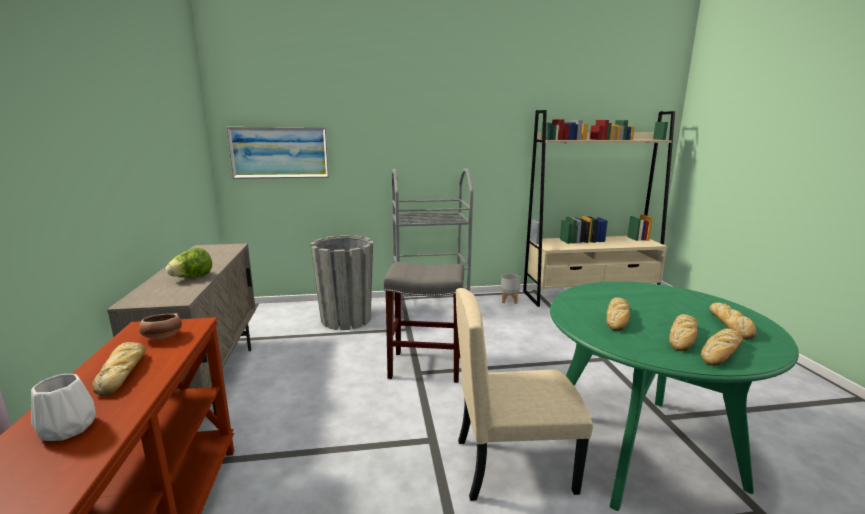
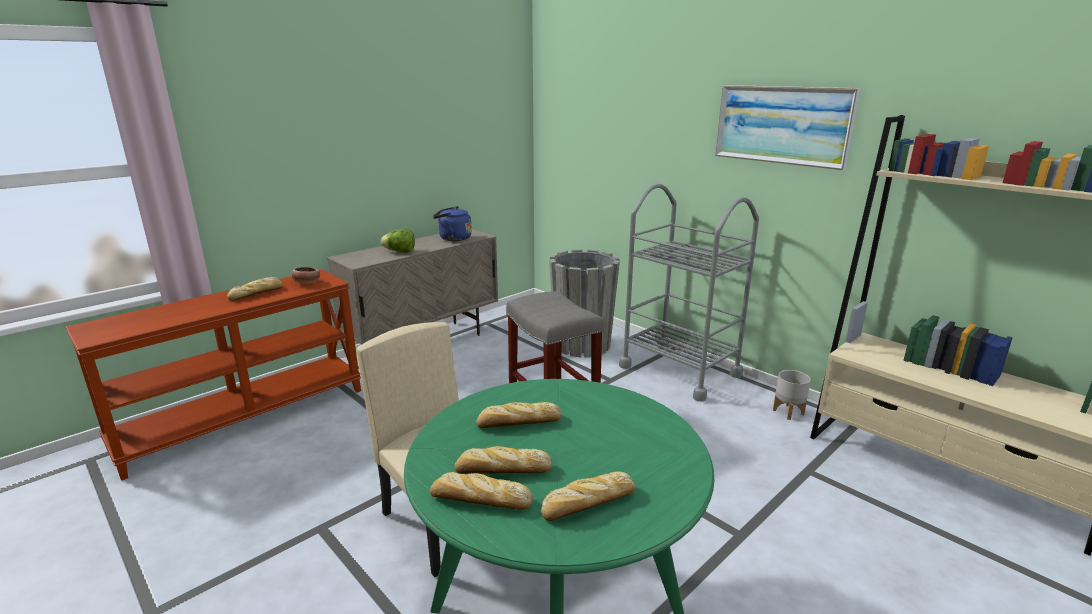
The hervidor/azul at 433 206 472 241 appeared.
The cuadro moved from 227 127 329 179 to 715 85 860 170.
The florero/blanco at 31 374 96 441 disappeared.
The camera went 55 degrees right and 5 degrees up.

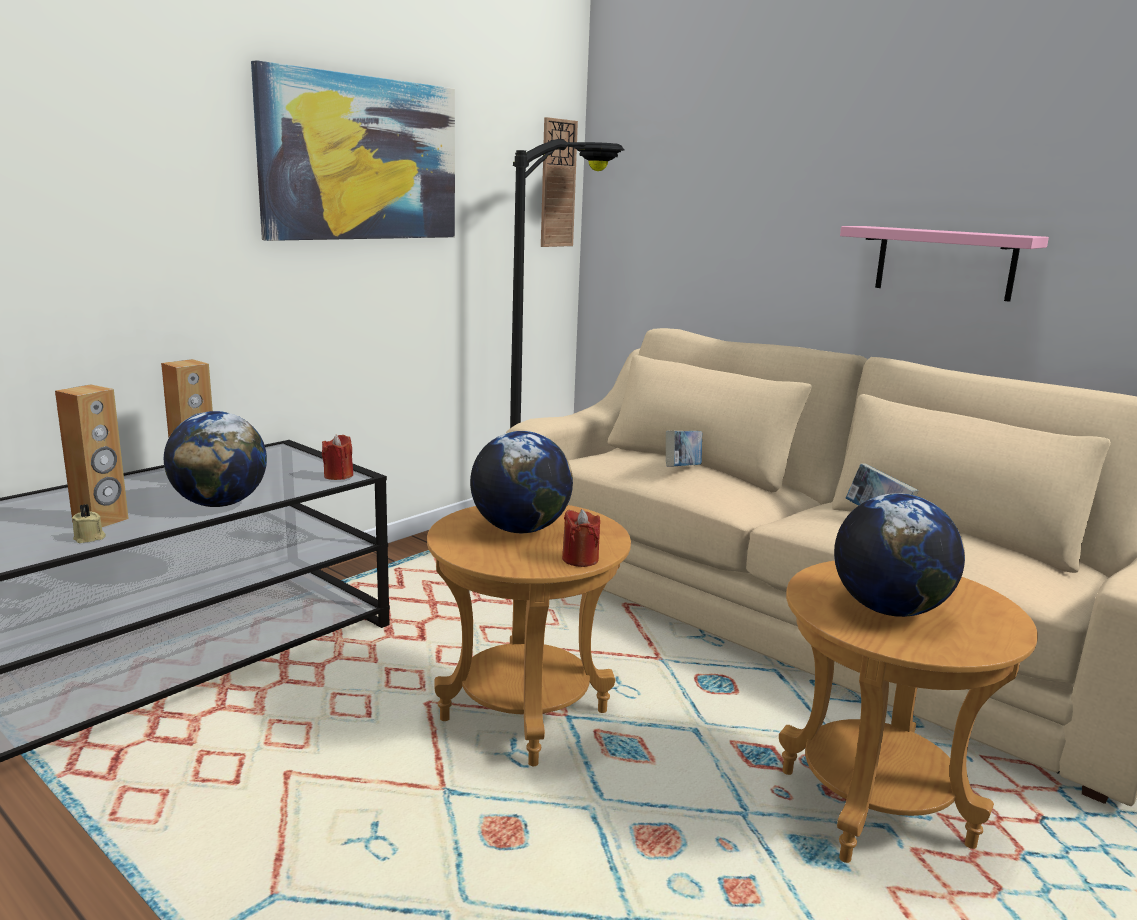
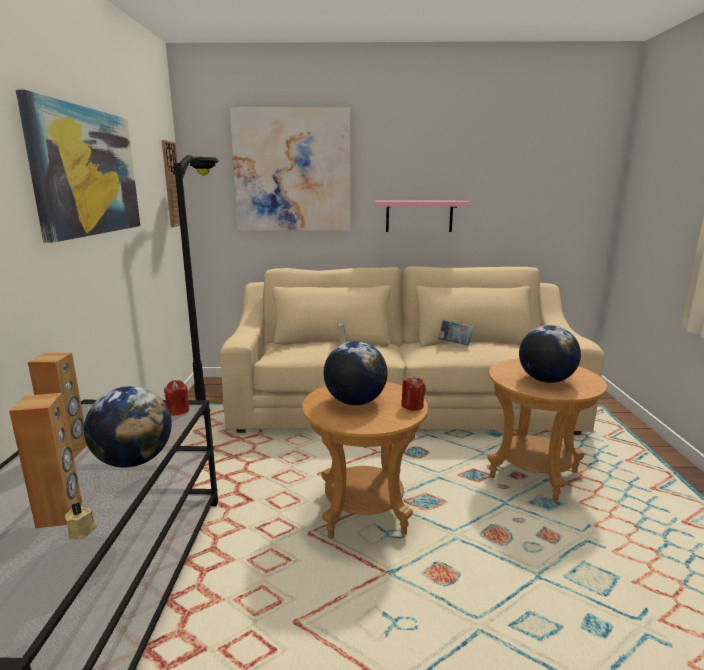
The cuadro at 230 107 350 231 appeared.
The camera went 40 degrees left and 0 degrees up.

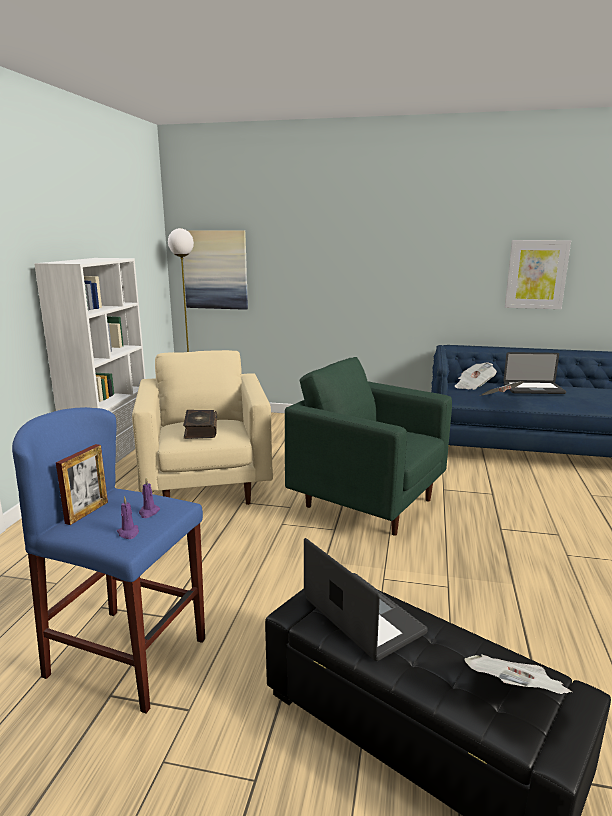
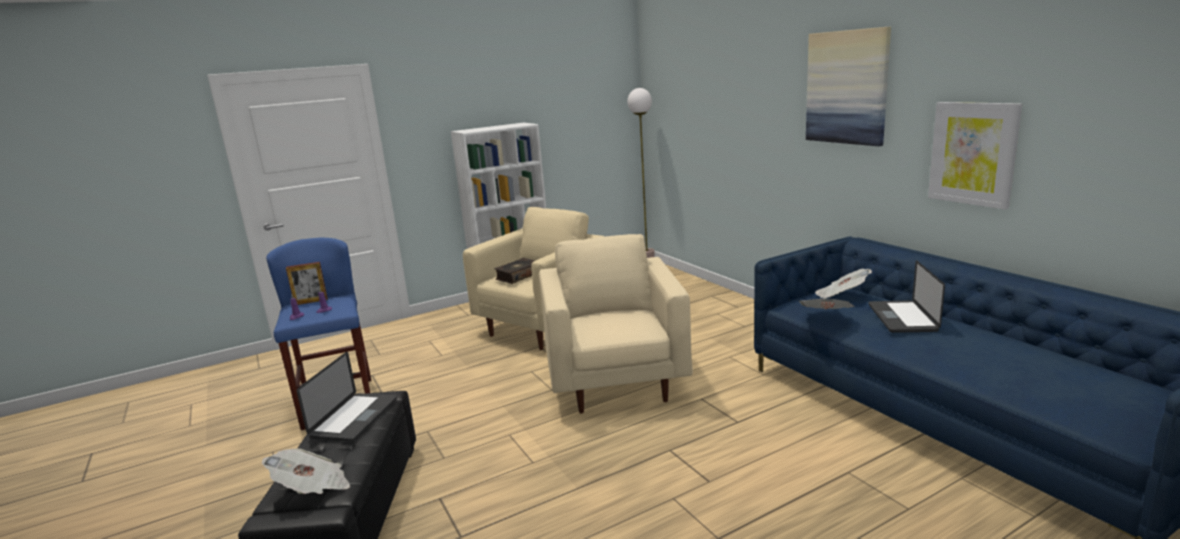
The sillón/verde at 285 357 452 536 became the sillón/beis at 539 234 693 413.
The cuadro moved from 183 230 248 310 to 806 27 891 146.
The portátil at 503 352 566 394 turned 45 degrees clockwise.
The camera went 50 degrees right and 0 degrees up.

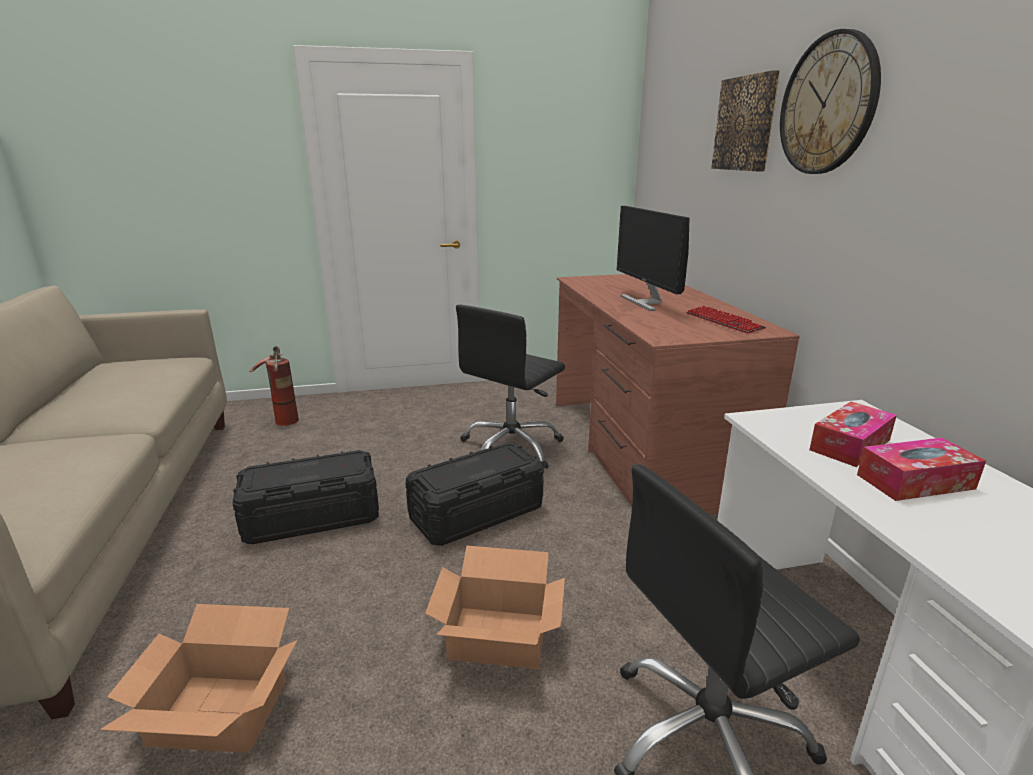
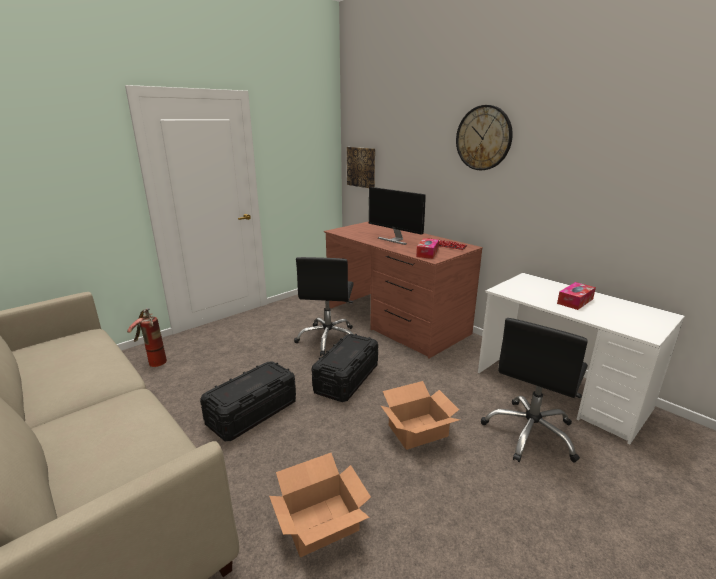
The cuadro moved from 711 70 780 171 to 347 147 375 188.
The caja de pañuelos moved from 809 402 897 467 to 416 238 439 259.
The camera went 30 degrees left and 0 degrees up.

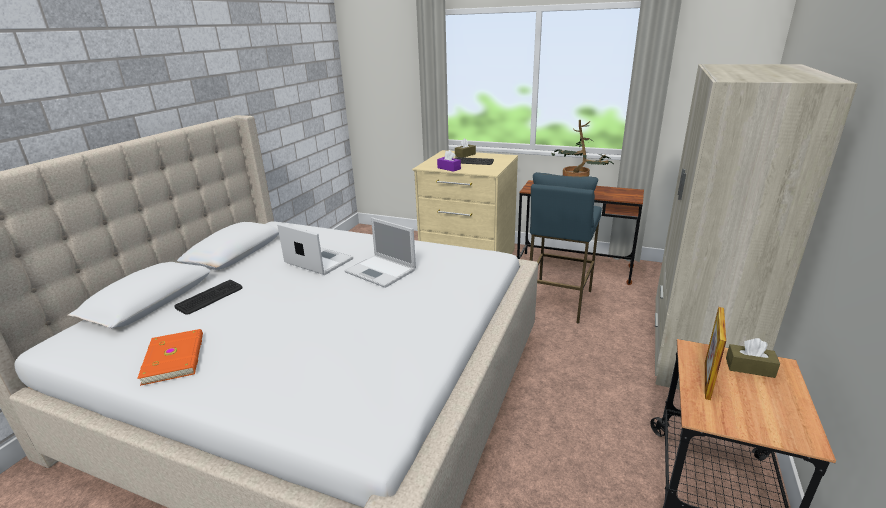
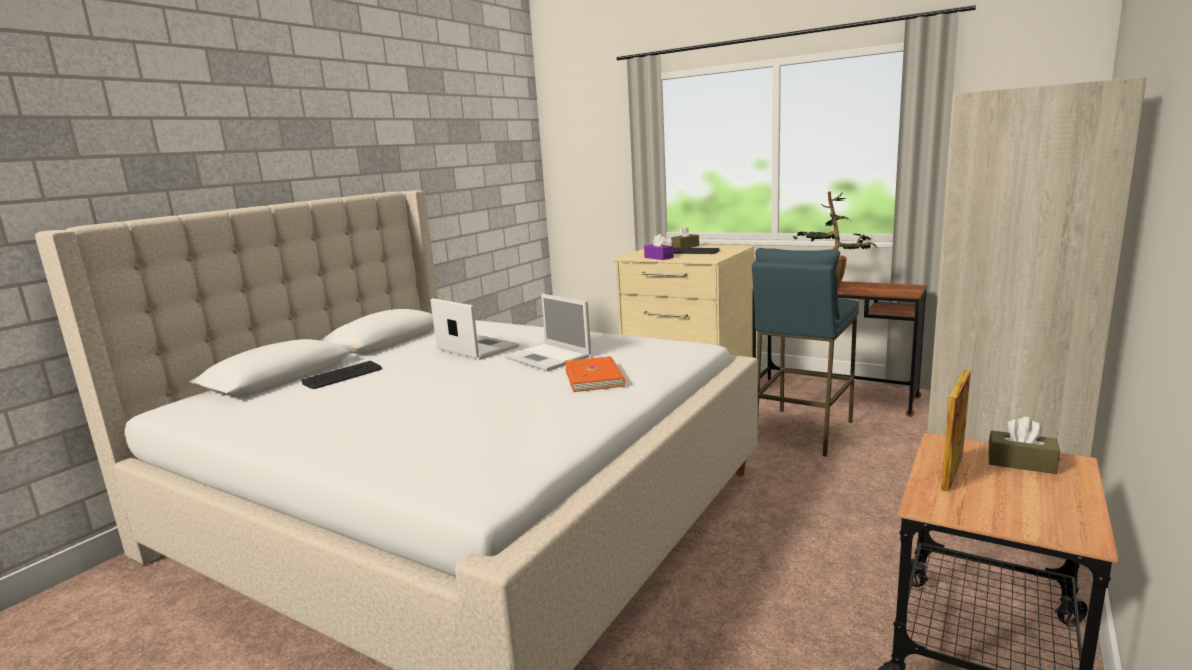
The libro/naranja moved from 137 329 203 386 to 565 356 626 392.
The camera went 10 degrees right and 10 degrees down.

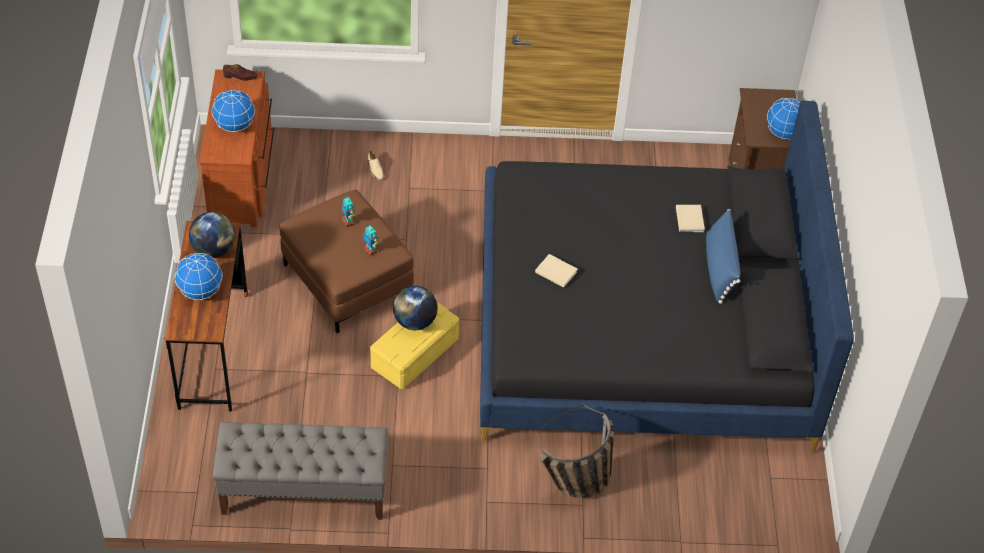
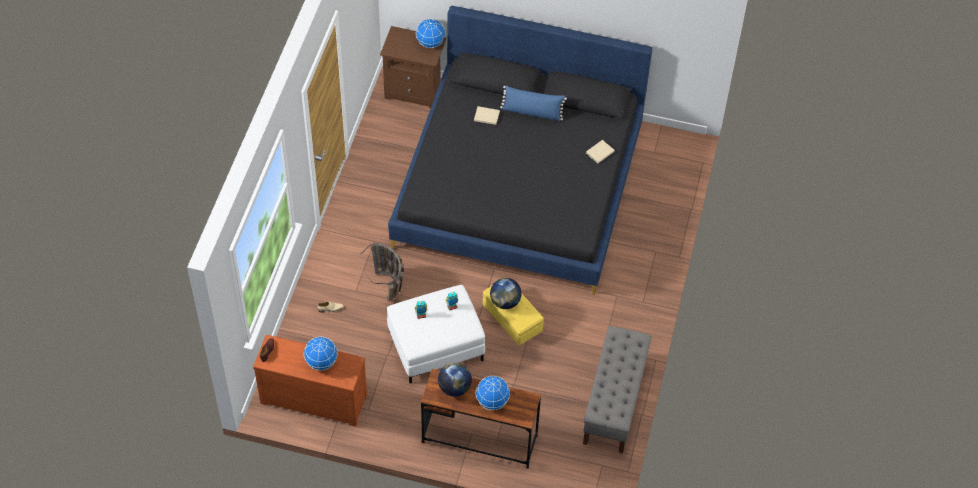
The cesta moved from 538 405 614 498 to 360 243 404 301.
The puf/marrón at 280 190 414 333 became the puf/blanco at 387 285 485 383.
The libro/beis moved from 535 254 578 288 to 586 140 614 163.
The camera went 75 degrees left and 5 degrees up.

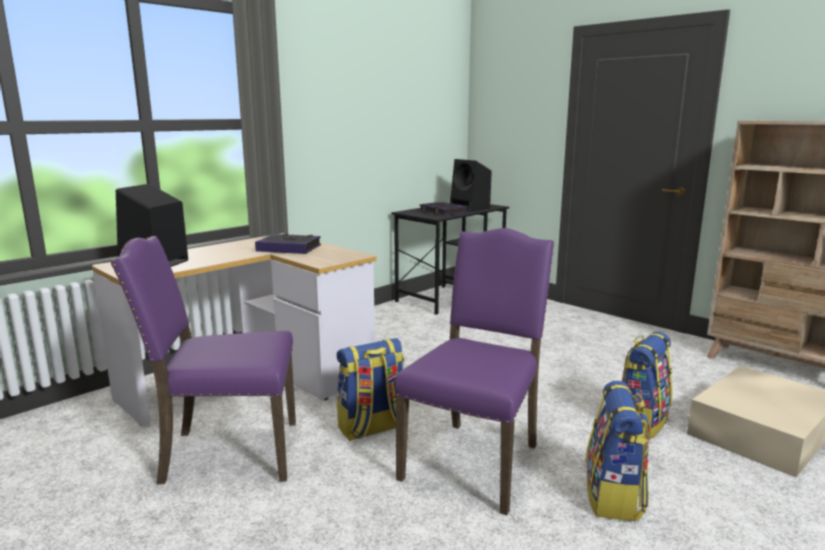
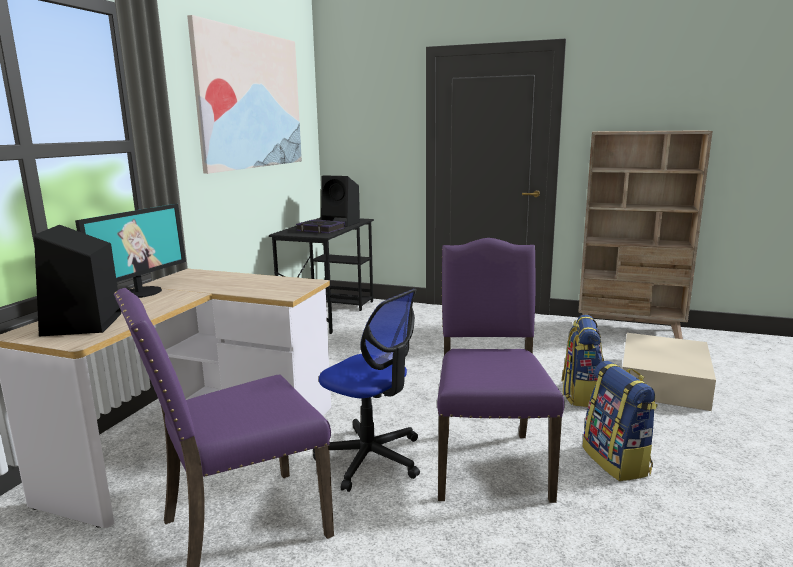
The monitor at 75 204 186 298 appeared.
The cuadro at 187 15 302 174 appeared.
The mochila at 337 338 404 441 was replaced by the silla de oficina at 313 289 420 492.
The libro at 255 233 321 254 disappeared.
The camera went 25 degrees left and 0 degrees up.

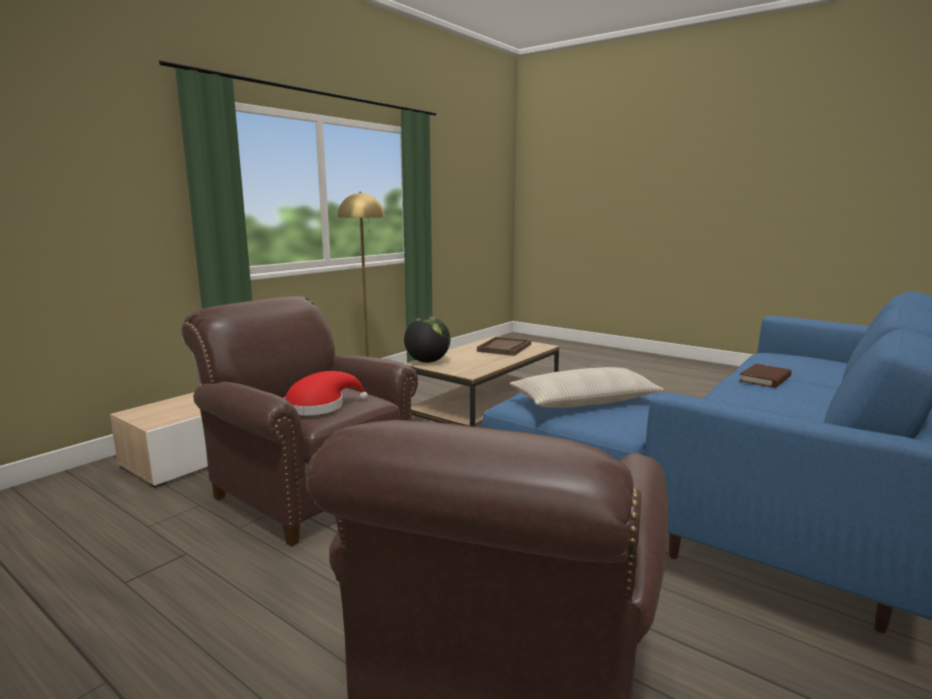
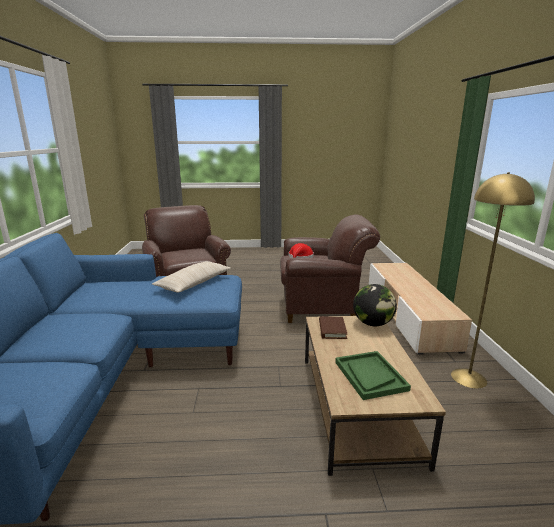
The libro/marrón moved from 739 364 791 388 to 319 316 347 339.
The bandeja/marrón at 477 337 531 356 became the bandeja/verde at 335 351 411 400.
The camera went 140 degrees right and 5 degrees up.

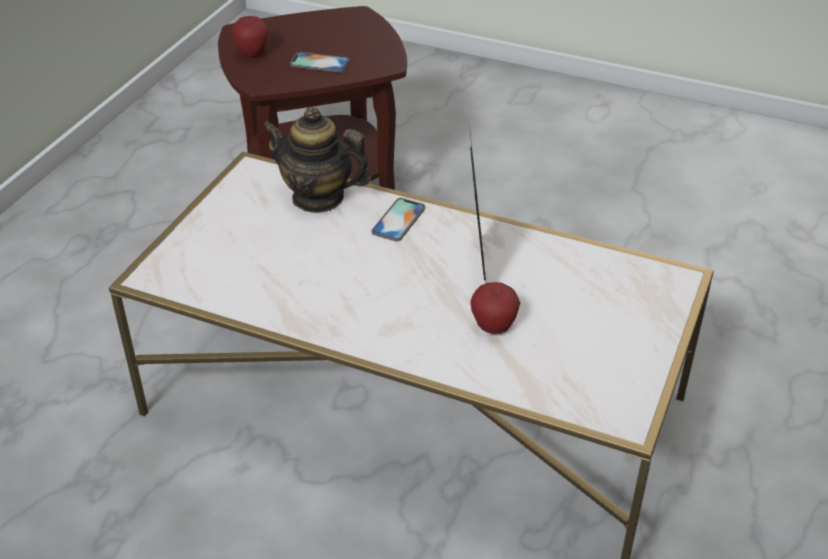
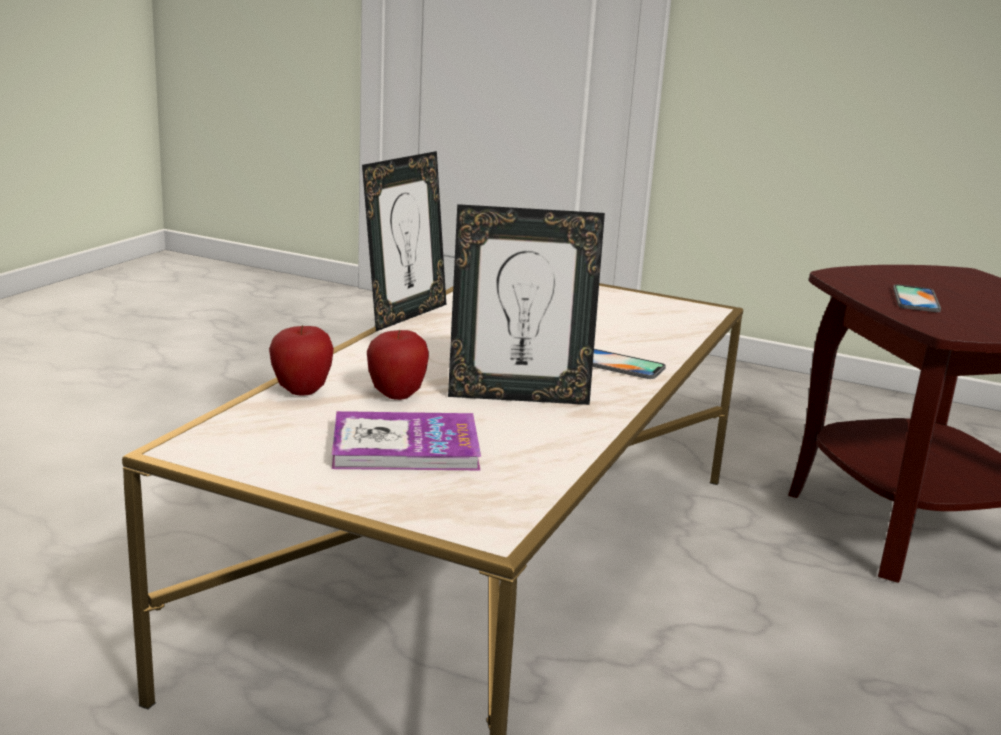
The manzana moved from 232 16 269 57 to 269 325 334 396.
The libro at 332 411 481 470 appeared.
The portarretratos at 362 151 446 331 appeared.
The tetera at 261 107 372 213 disappeared.
The camera went 90 degrees right and 20 degrees down.

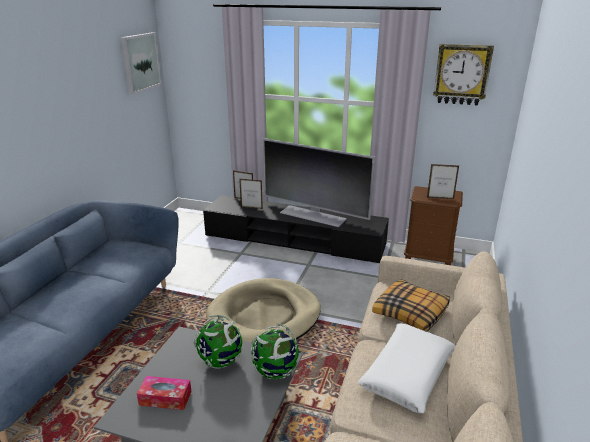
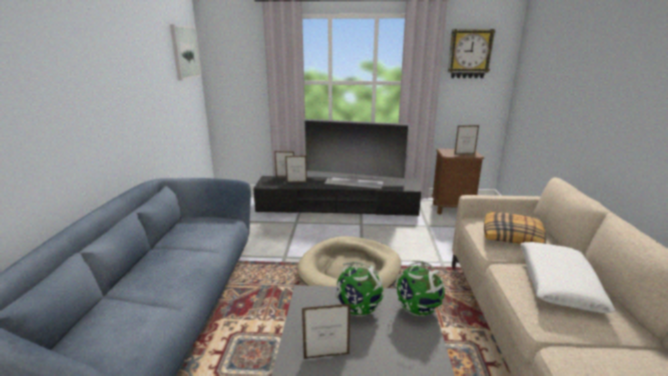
The caja de pañuelos at 137 376 192 410 was replaced by the portarretratos at 302 304 350 359.
The camera went 15 degrees left and 5 degrees down.

